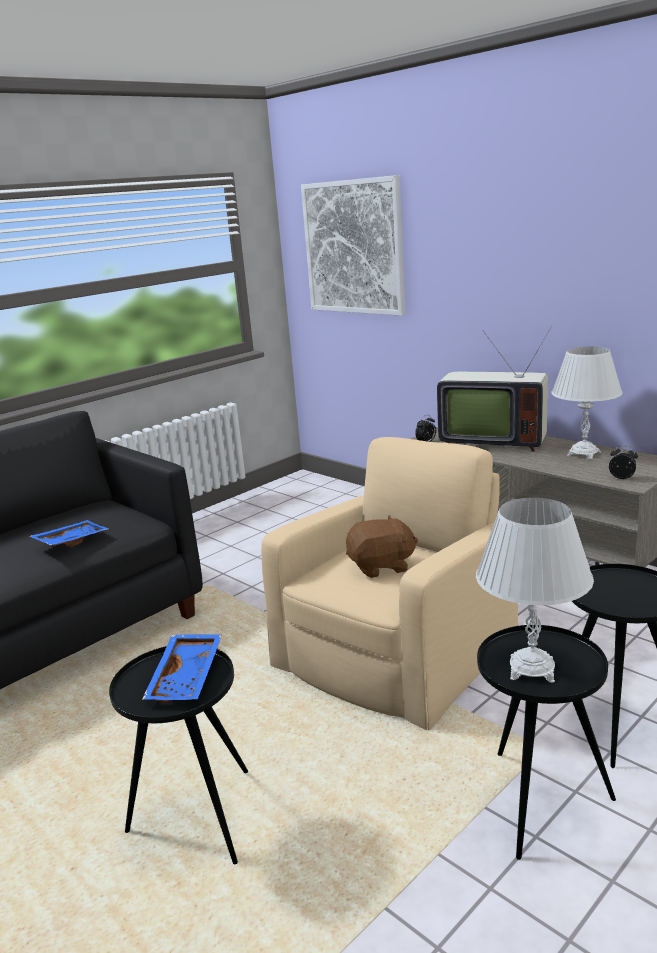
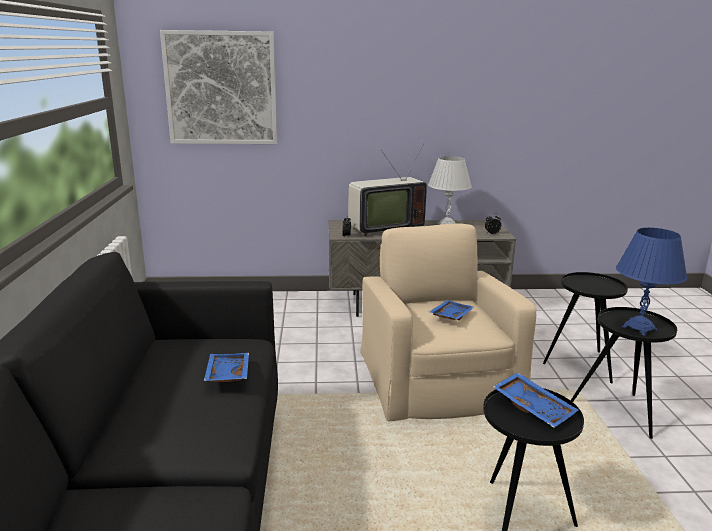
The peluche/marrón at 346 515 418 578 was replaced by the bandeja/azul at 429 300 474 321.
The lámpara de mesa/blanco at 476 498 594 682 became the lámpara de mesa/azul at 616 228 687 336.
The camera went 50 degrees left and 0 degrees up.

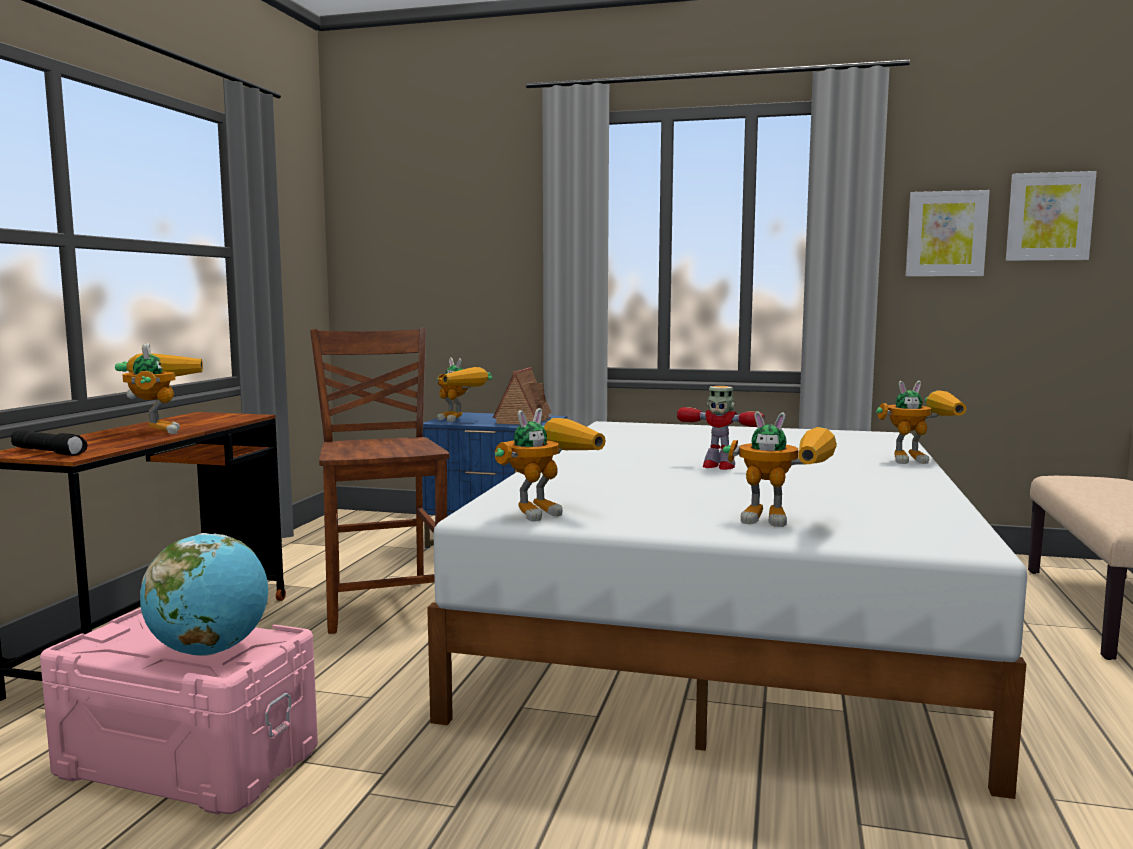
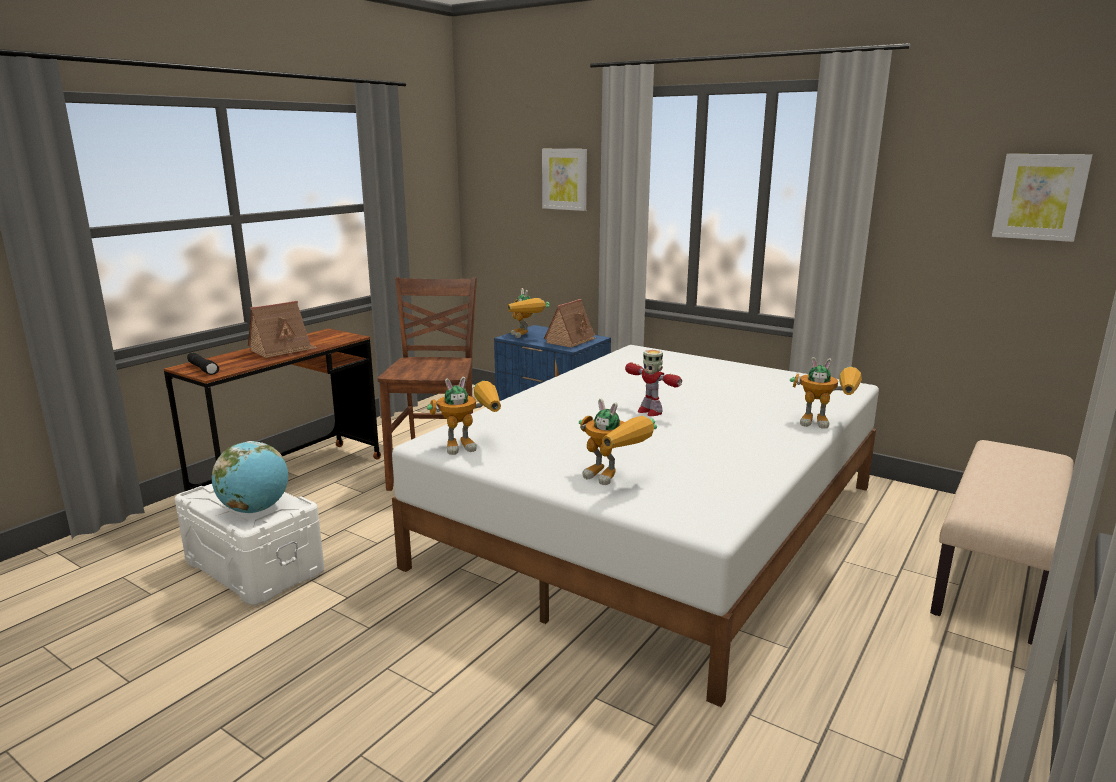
The caja de almacenaje/rosa at 40 608 318 815 became the caja de almacenaje/blanco at 175 484 325 605.
The robot de juguete at 115 343 203 434 was replaced by the casita at 248 301 318 358.
The cuadro moved from 906 190 990 277 to 542 149 587 211.
The camera went 20 degrees right and 10 degrees up.

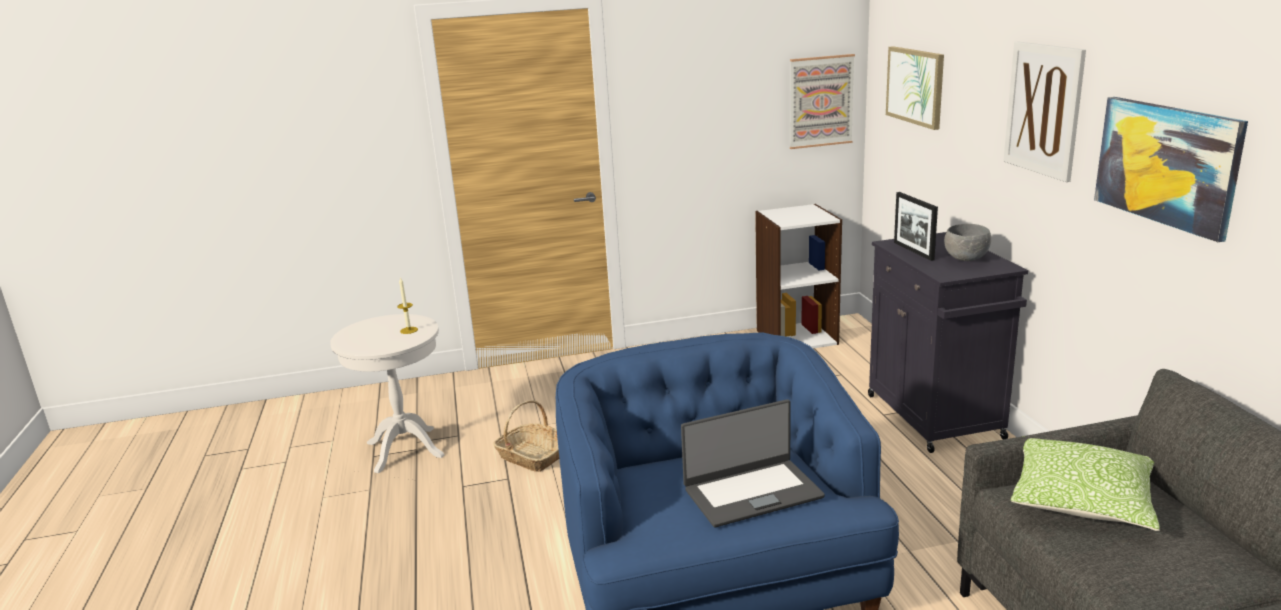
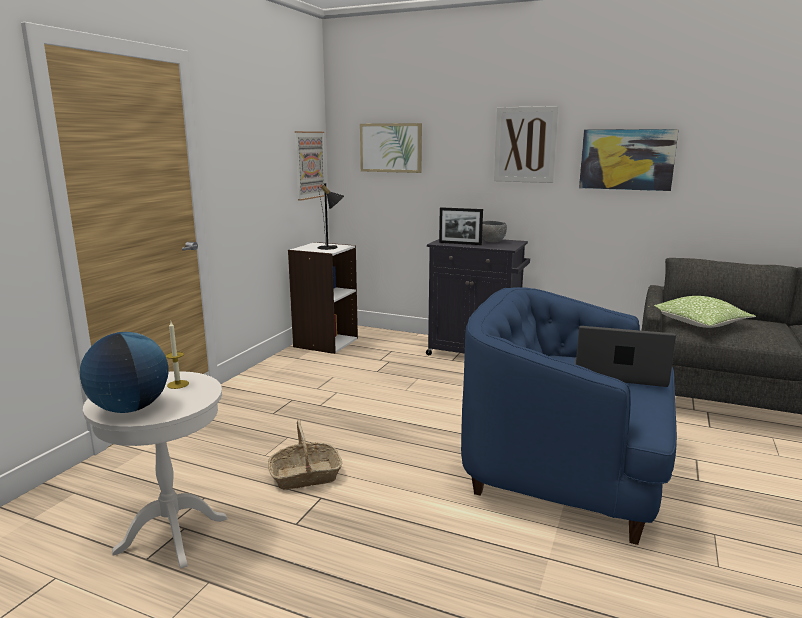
The globo terráqueo at 80 332 169 413 appeared.
The lámpara de mesa/negro at 317 183 344 250 appeared.
The portátil at 681 399 825 527 turned 90 degrees counterclockwise.
The camera went 55 degrees left and 5 degrees down.

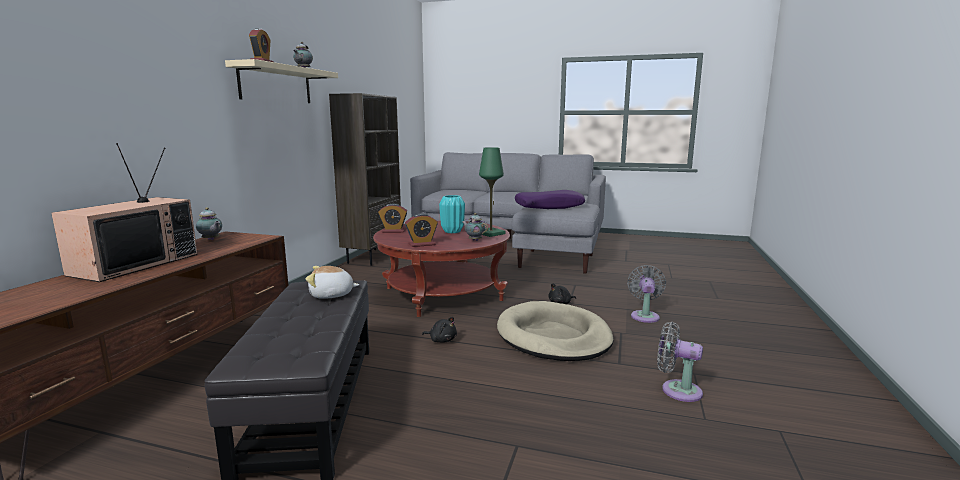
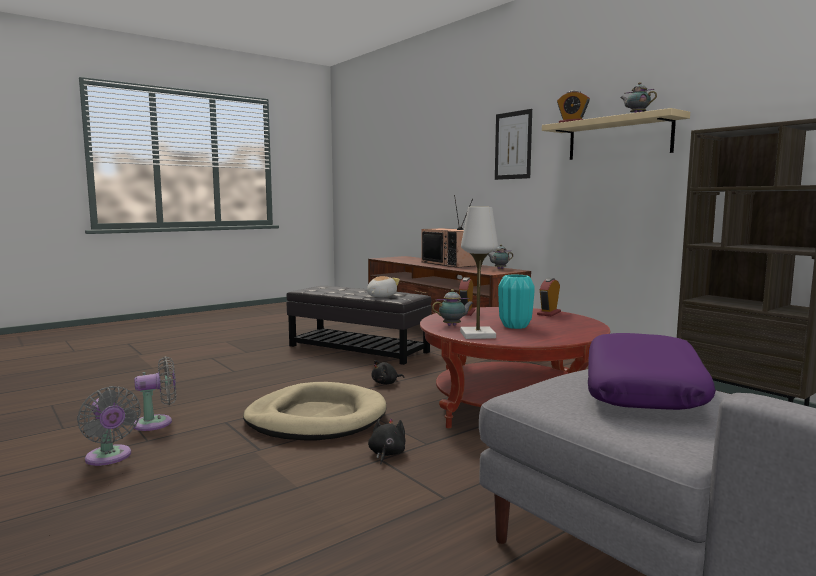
The ventilador/gris moved from 627 265 666 323 to 77 386 141 466.
The lámpara de mesa/verde at 479 147 505 237 became the lámpara de mesa/blanco at 460 207 498 339.
The cuadro at 495 109 532 180 appeared.
The camera went 125 degrees right and 5 degrees down.

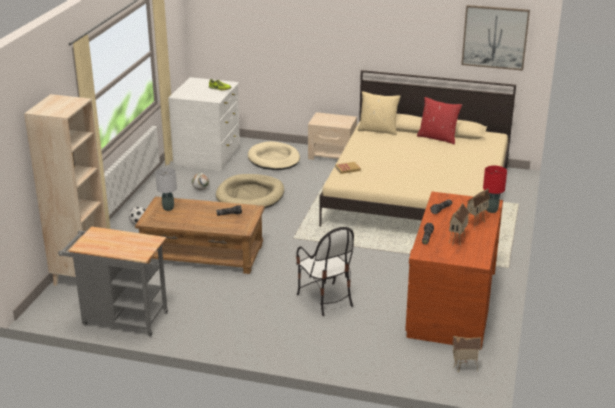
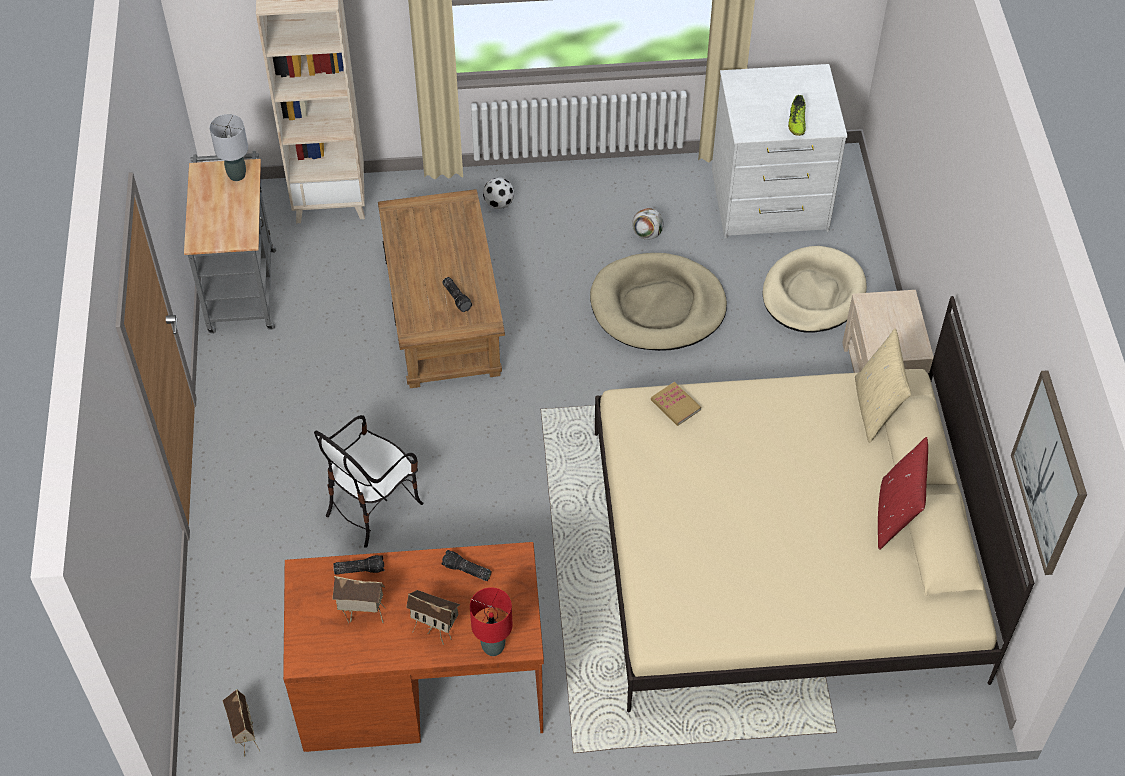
The lámpara de mesa/gris moved from 155 167 177 211 to 210 114 248 181.
The camera went 70 degrees right and 25 degrees up.

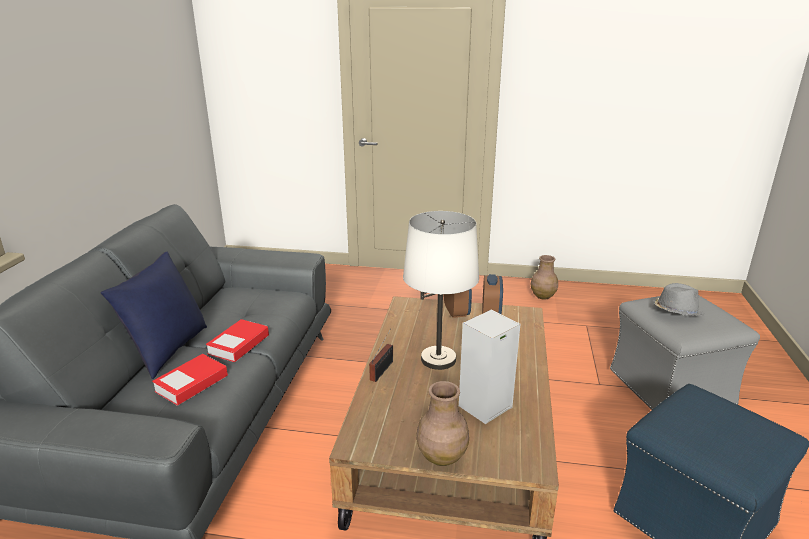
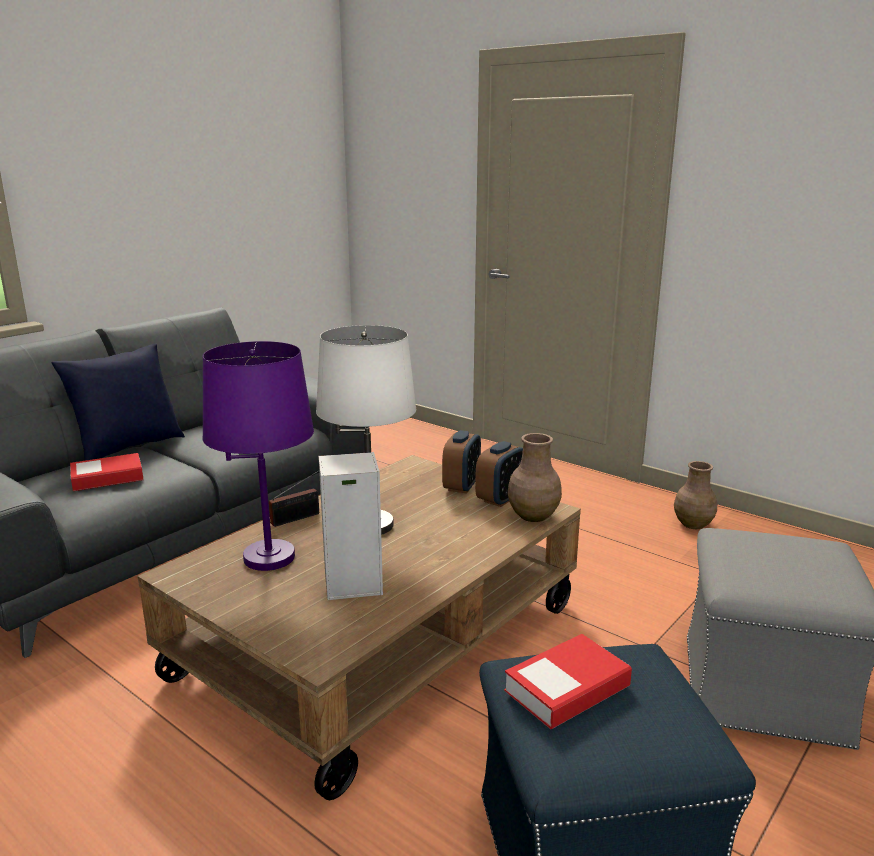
The lámpara de mesa/morado at 202 341 314 571 appeared.
The libro moved from 206 319 269 362 to 504 634 632 729.
The florero/marrón moved from 416 381 469 466 to 508 433 562 522.
The sombrero/gris at 654 283 704 316 disappeared.
The camera went 30 degrees right and 5 degrees down.

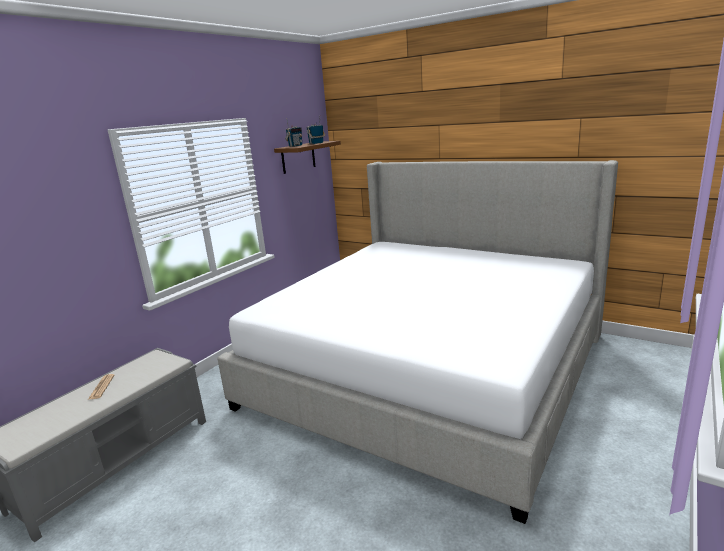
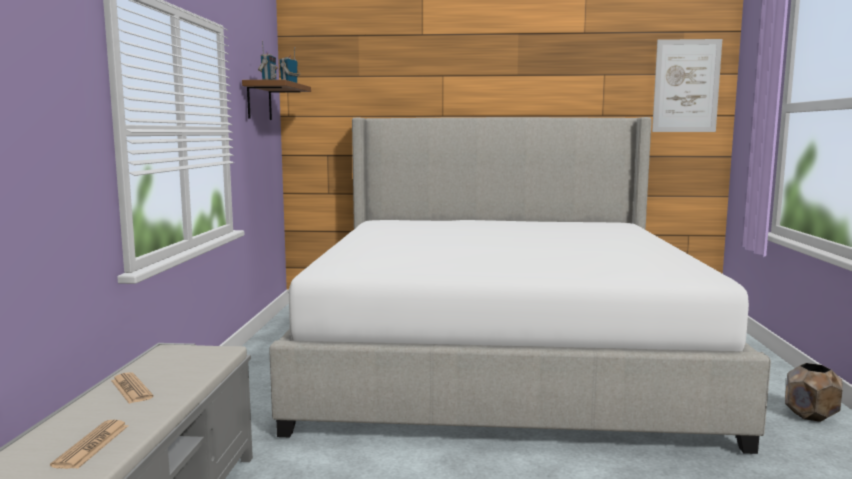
The periódico at 50 420 129 469 appeared.
The cuadro at 652 39 722 132 appeared.
The maceta/marrón at 785 363 843 422 appeared.
The camera went 30 degrees left and 10 degrees down.

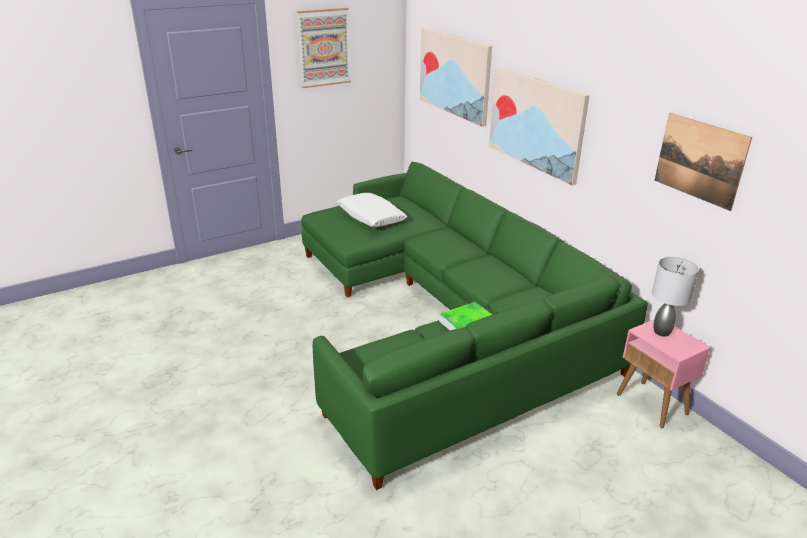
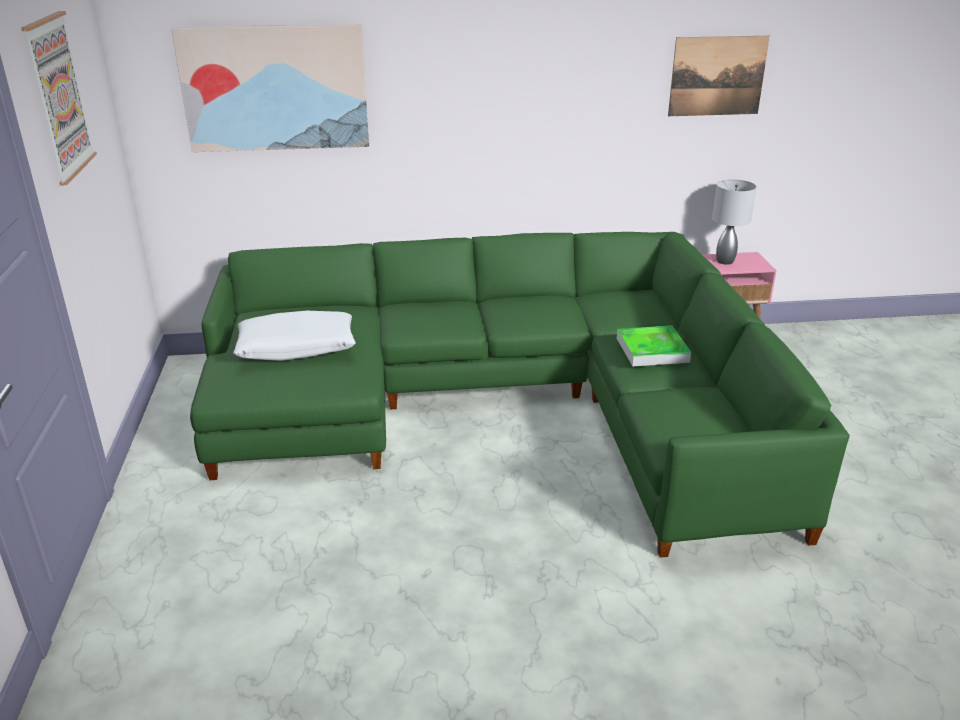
The cuadro at 489 67 590 185 disappeared.
The camera went 65 degrees left and 0 degrees up.

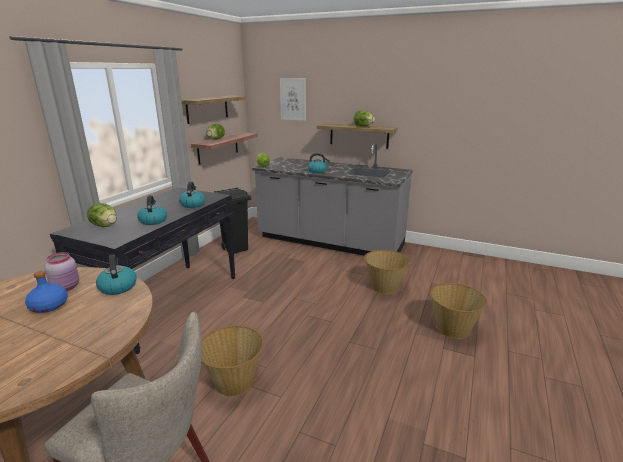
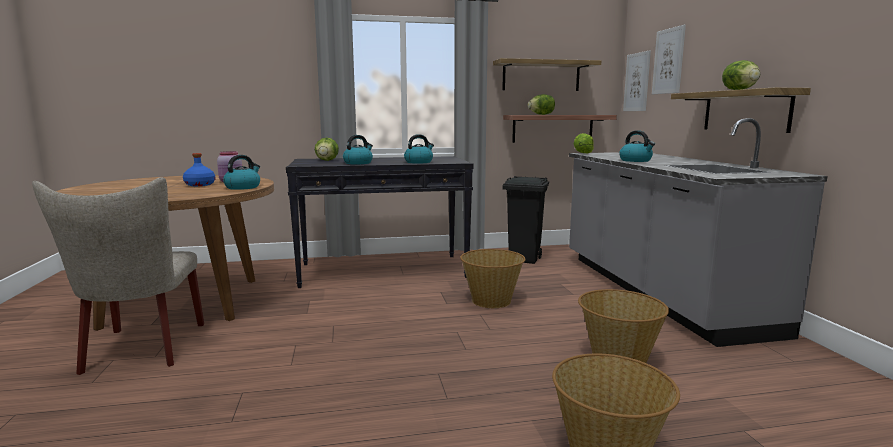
The cesta moved from 201 325 264 397 to 460 249 526 308.
The cuadro at 623 51 651 111 appeared.
The camera went 55 degrees right and 10 degrees down.

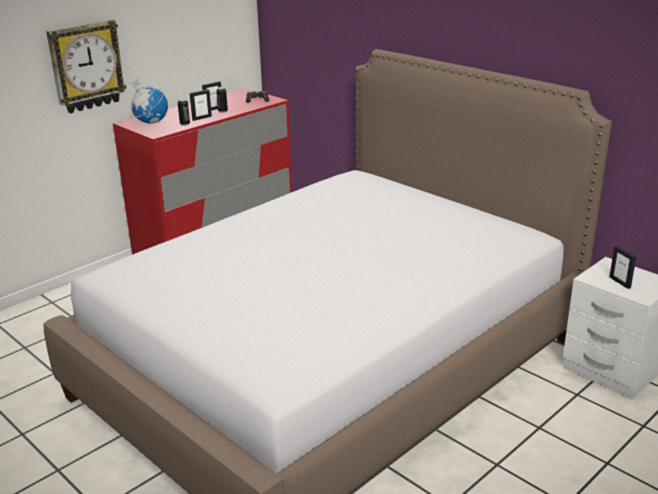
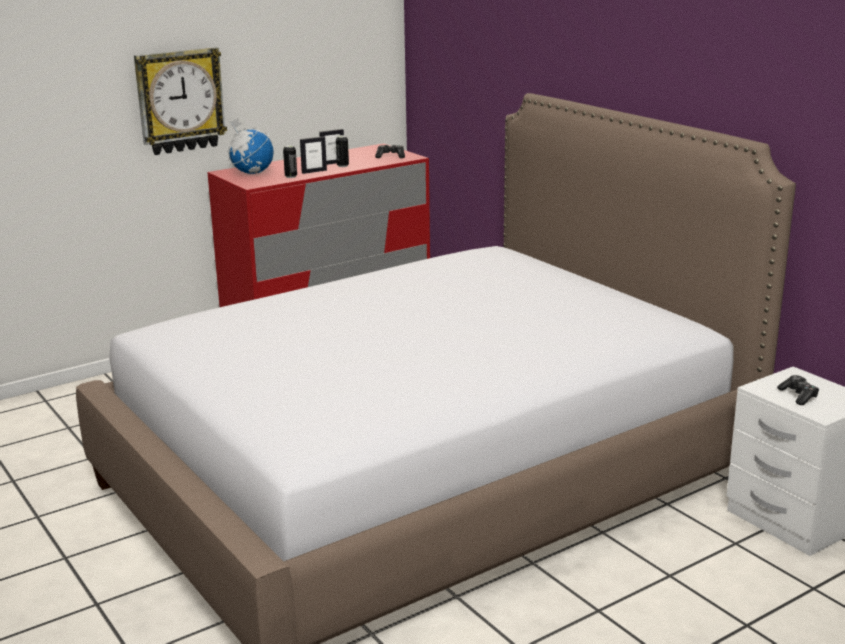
The portarretratos at 609 246 636 289 was replaced by the mando de consola at 777 375 819 405.
The camera went 10 degrees right and 5 degrees down.

